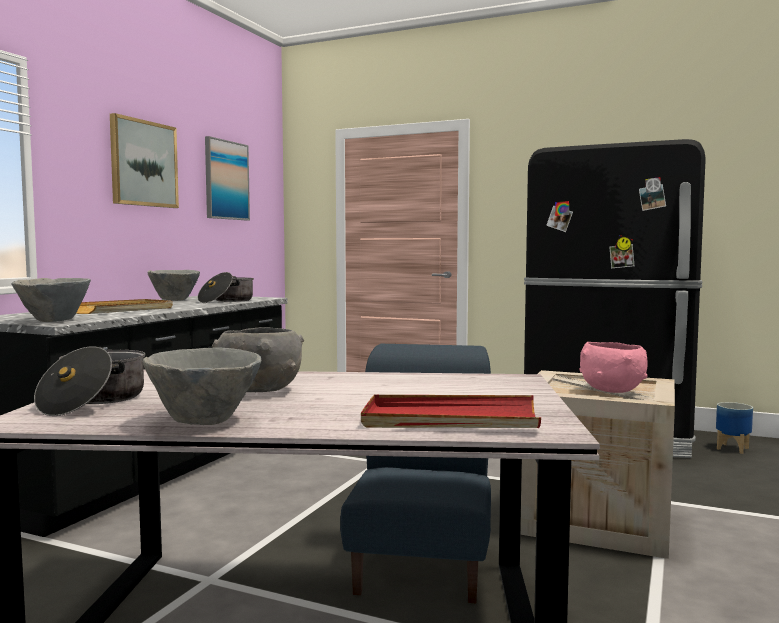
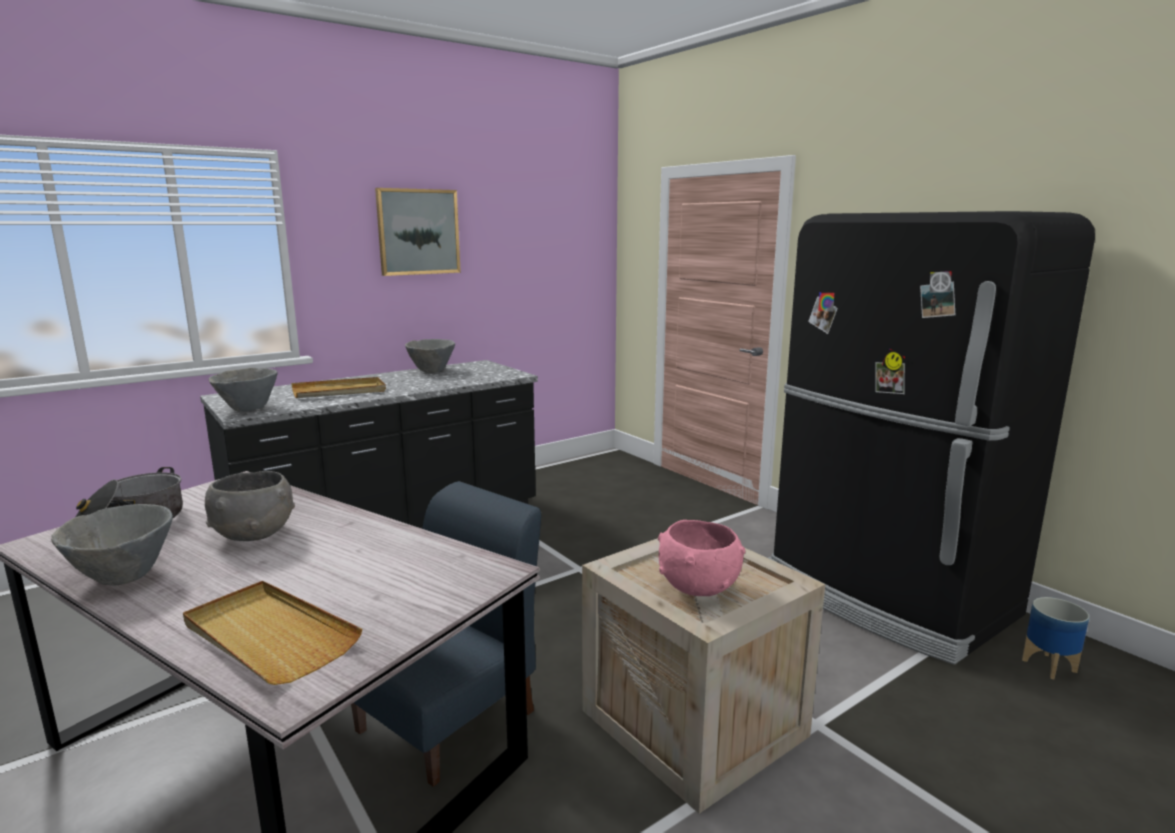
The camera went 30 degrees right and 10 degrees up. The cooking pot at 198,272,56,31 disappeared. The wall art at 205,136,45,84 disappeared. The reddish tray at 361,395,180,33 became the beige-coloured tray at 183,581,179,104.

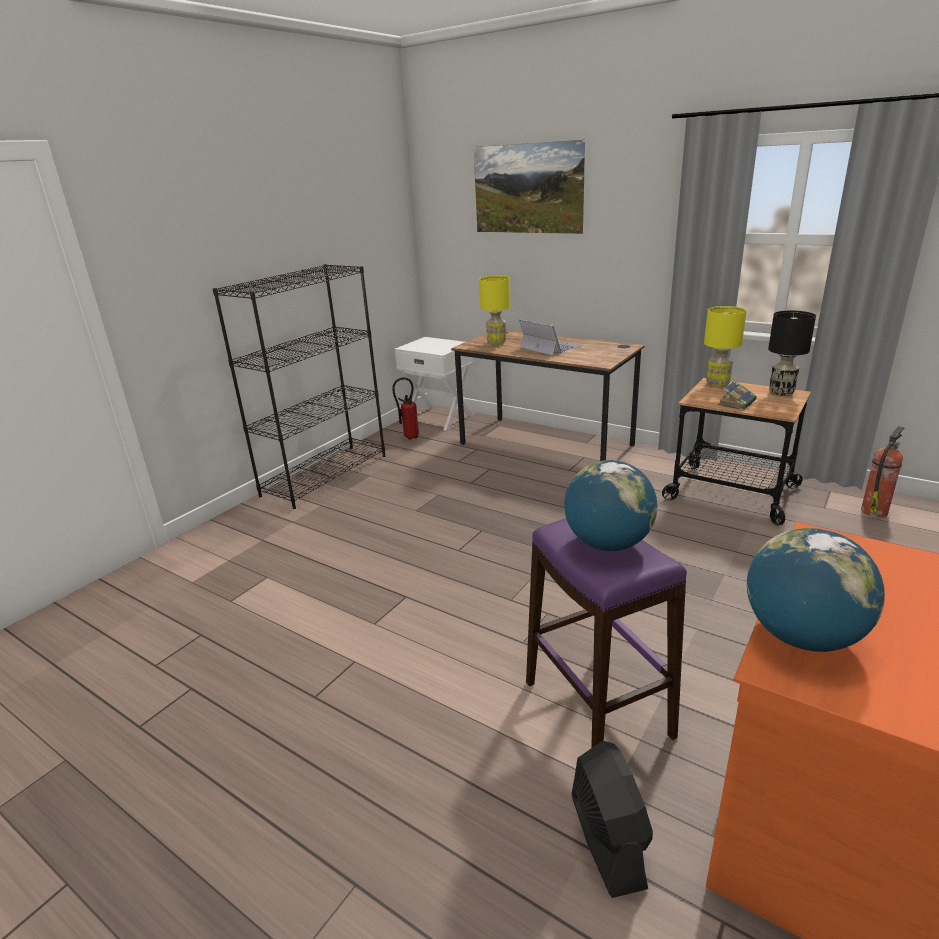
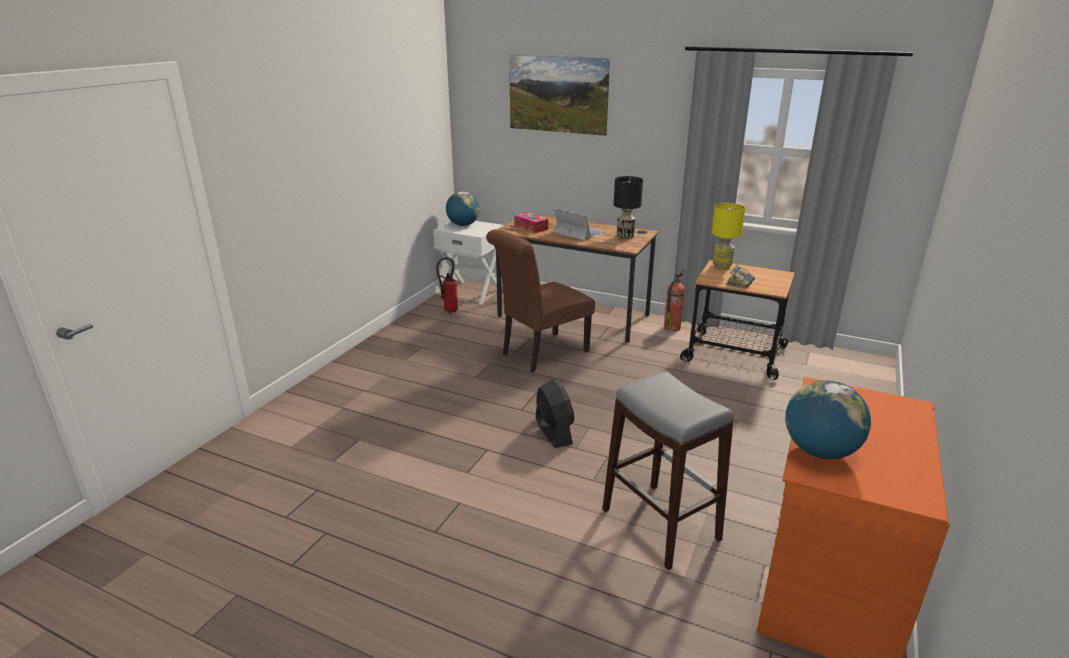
The camera went 10 degrees left and 0 degrees up. The blackish bookcase at 213,264,173,245 disappeared. The yellowish table lamp at 479,276,31,69 was replaced by the box of tissues at 514,212,34,21. The purple-coloured sitting stool at 526,518,161,230 became the greyish sitting stool at 602,372,132,198. The desk globe moved from 564,460,93,91 to 446,191,34,35. The blackish fan moved from 572,741,81,157 to 536,379,38,69. The blackish table lamp moved from 768,311,48,85 to 614,176,29,63. The fire-fighting cylinder moved from 861,426,44,91 to 664,268,21,64. The brown-coloured upright chair at 486,229,109,143 appeared.

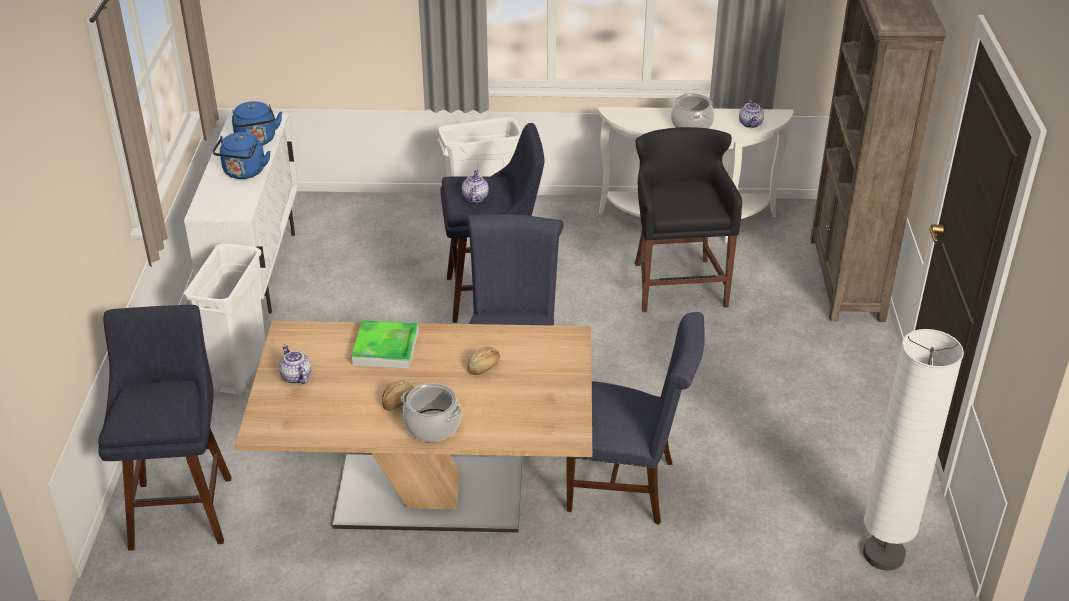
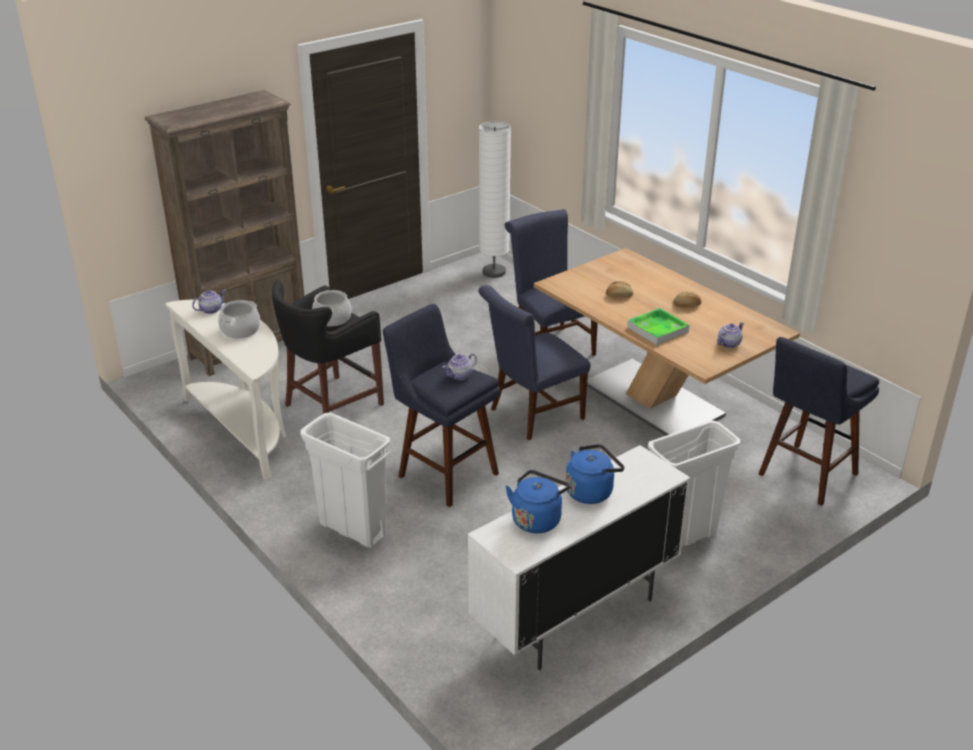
The camera went 130 degrees left and 5 degrees down. The teapot at 279,345,33,39 turned 150 degrees counterclockwise. The cooking pot moved from 401,383,61,59 to 312,290,40,36.

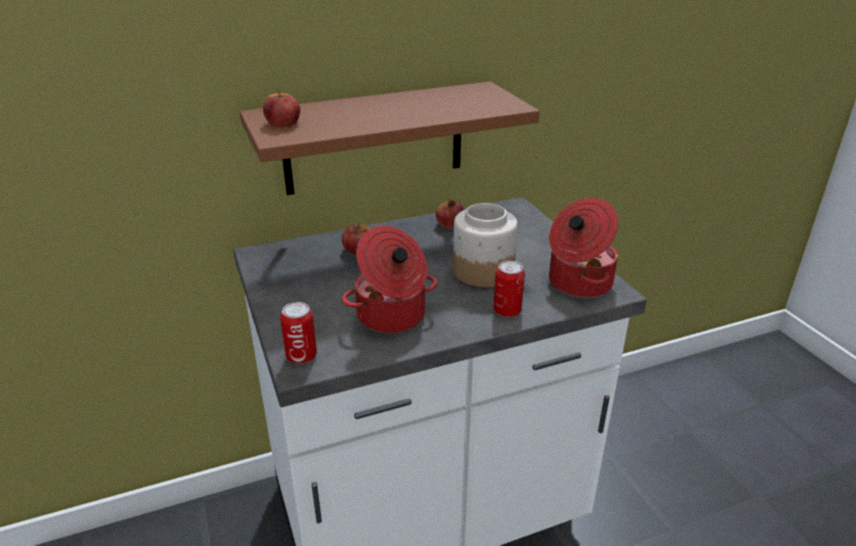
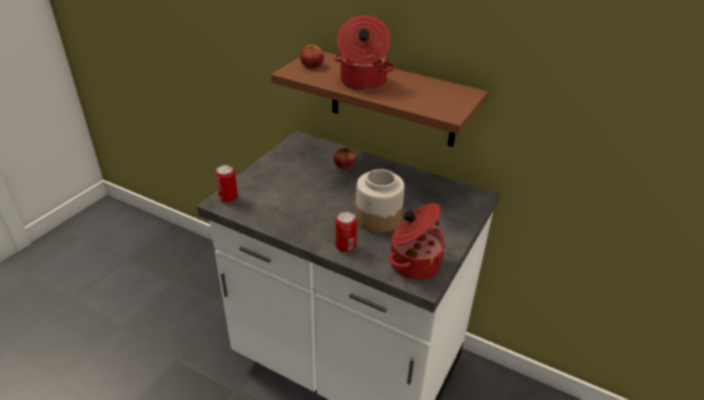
The camera went 50 degrees right and 5 degrees up. The cooking pot moved from 342,226,95,108 to 333,15,63,75. The apple fruit at 436,199,29,29 disappeared.

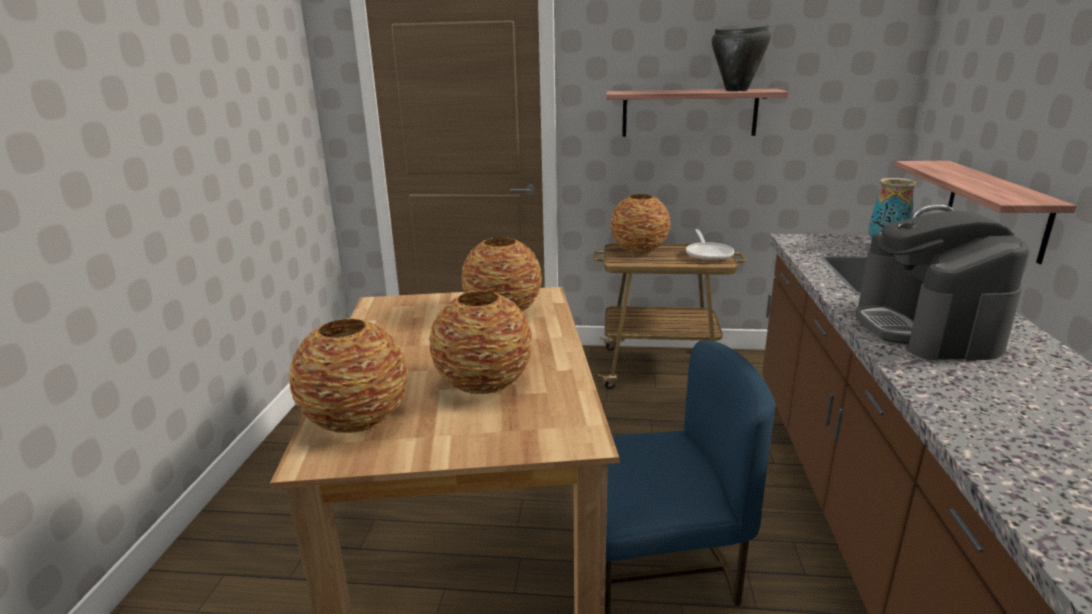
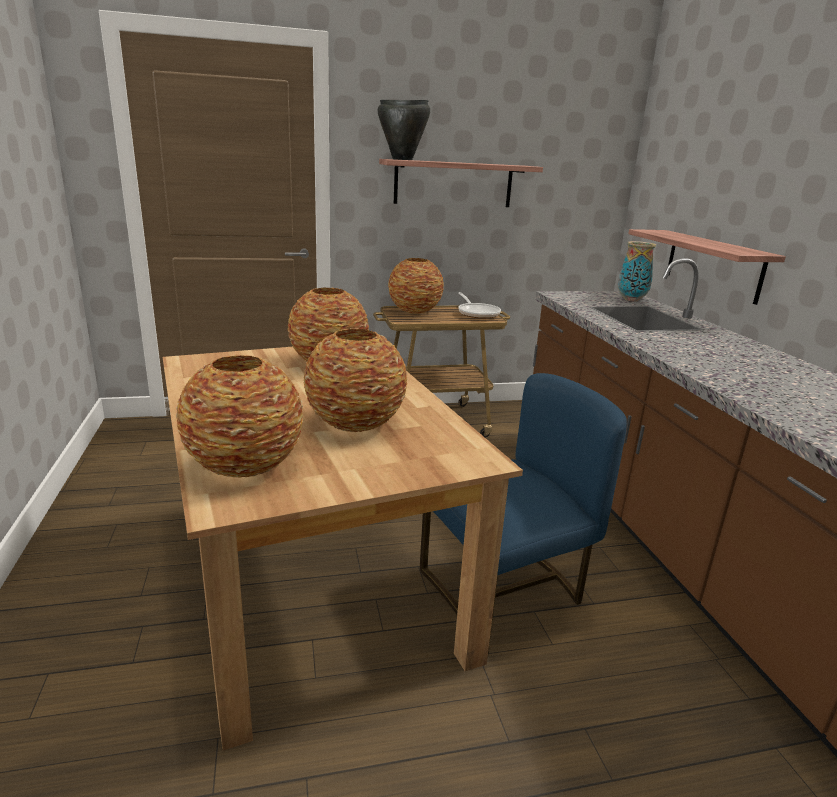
The camera went 20 degrees left and 0 degrees up. The blackish cooking pot moved from 712,26,59,65 to 378,100,52,60. The coffee maker at 855,211,174,149 disappeared.

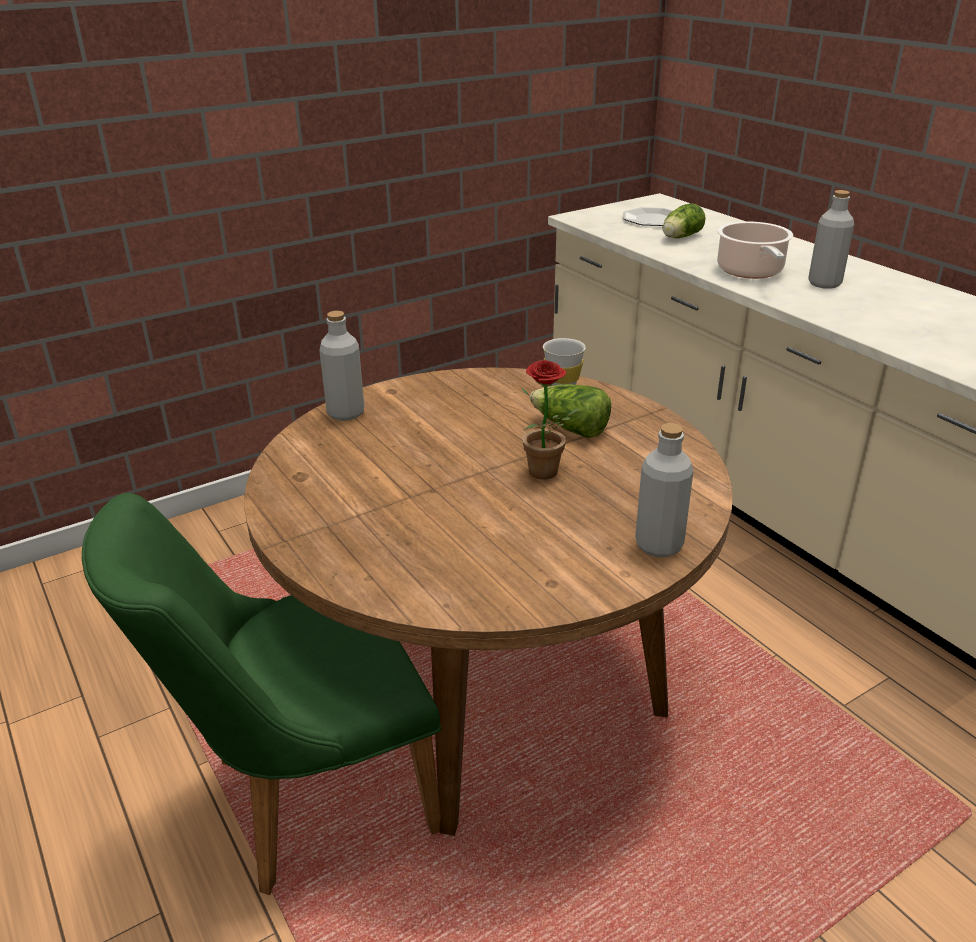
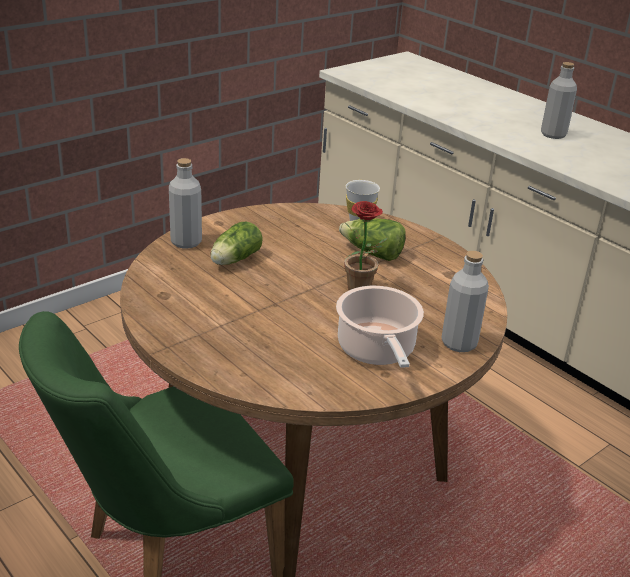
The camera went 10 degrees left and 0 degrees up. The plate at 623,207,51,19 disappeared. The head of lettuce moved from 663,203,43,35 to 210,222,53,43. The cooking pot moved from 717,221,76,58 to 336,286,88,82.

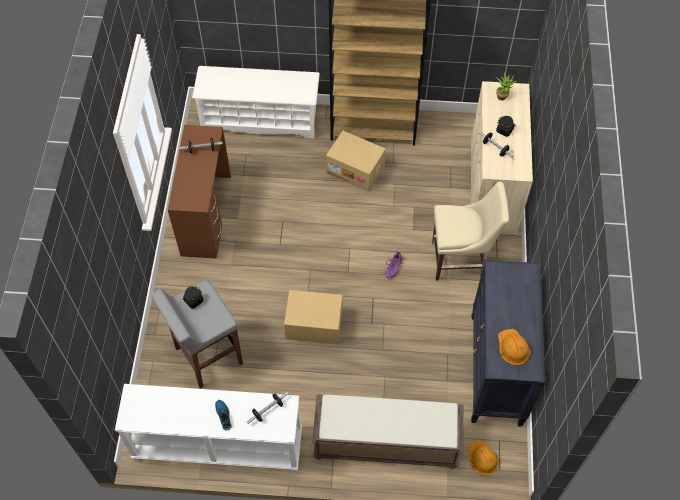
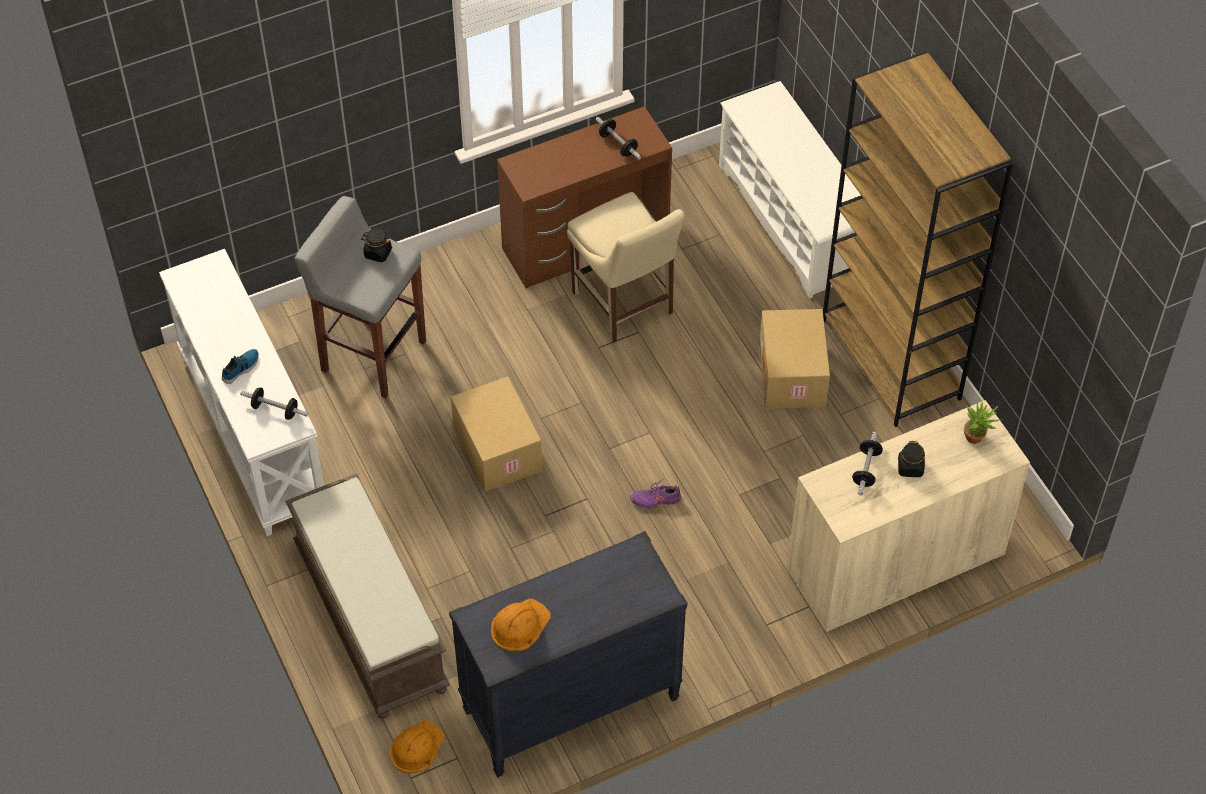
The camera went 60 degrees right and 5 degrees down. The beige-coloured upright chair moved from 432,182,77,99 to 567,192,118,151.

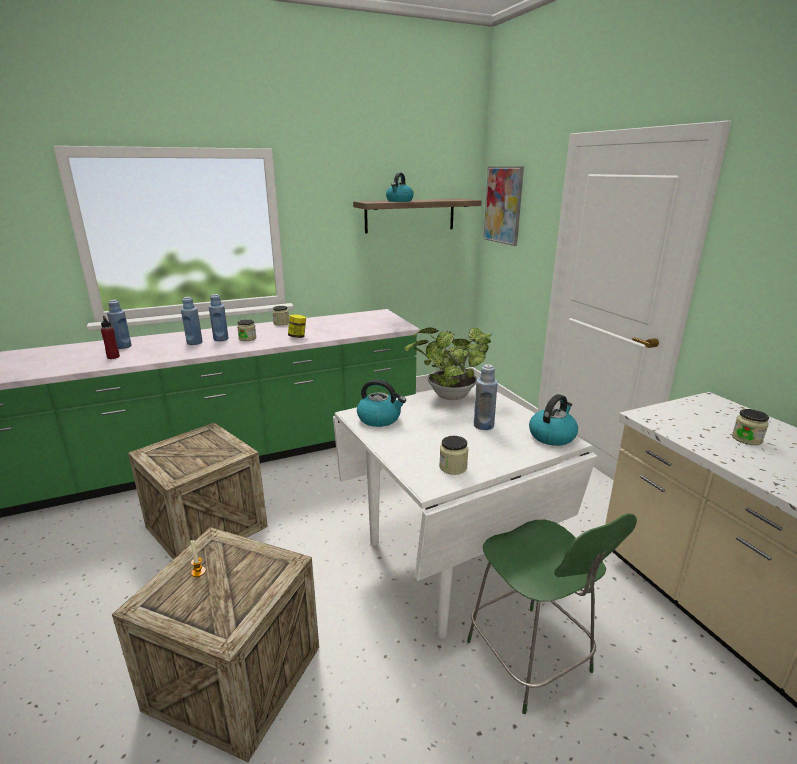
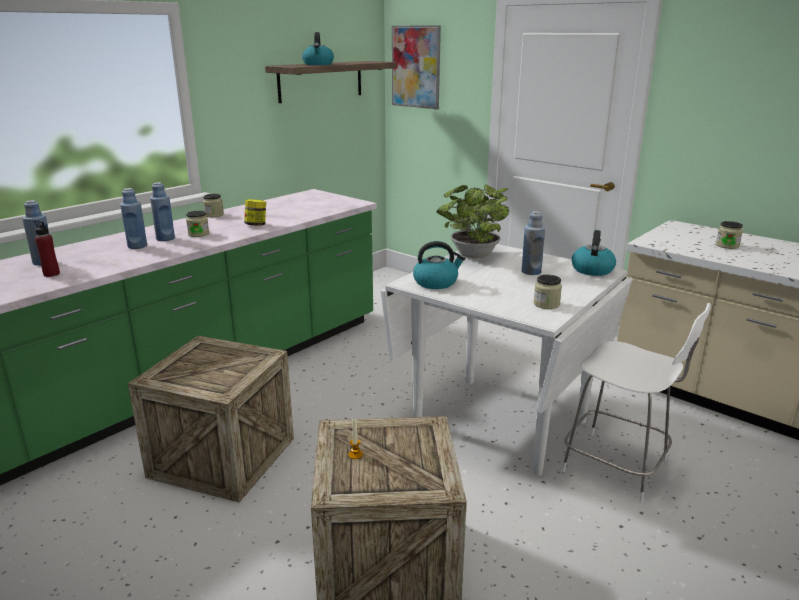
The camera went 25 degrees left and 0 degrees up. The greenish upright chair at 467,513,170,201 became the white upright chair at 561,303,150,200.

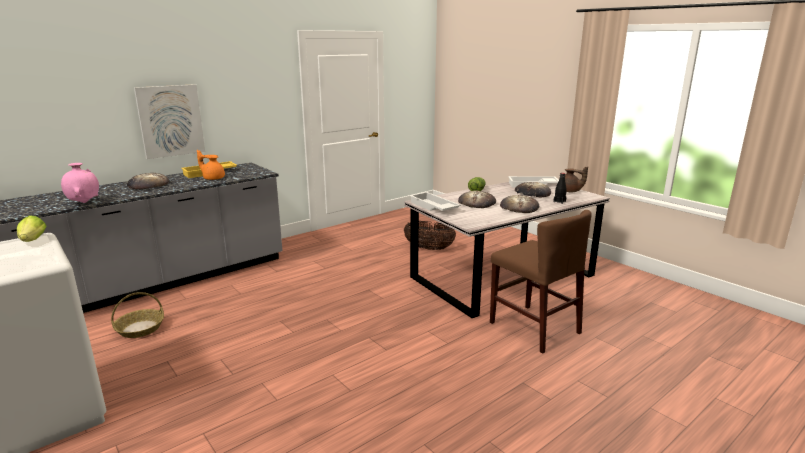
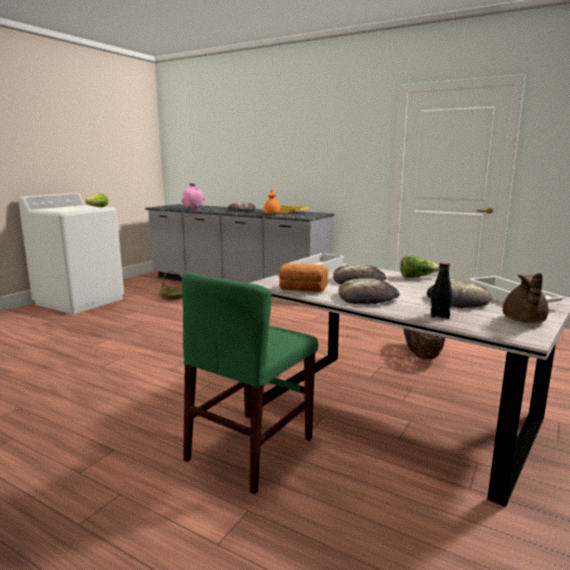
The camera went 70 degrees right and 5 degrees down. The wall art at 134,84,71,75 disappeared. The brown-coloured upright chair at 490,210,102,143 became the greenish upright chair at 182,272,136,222. The bakery bread at 279,263,49,29 appeared.

